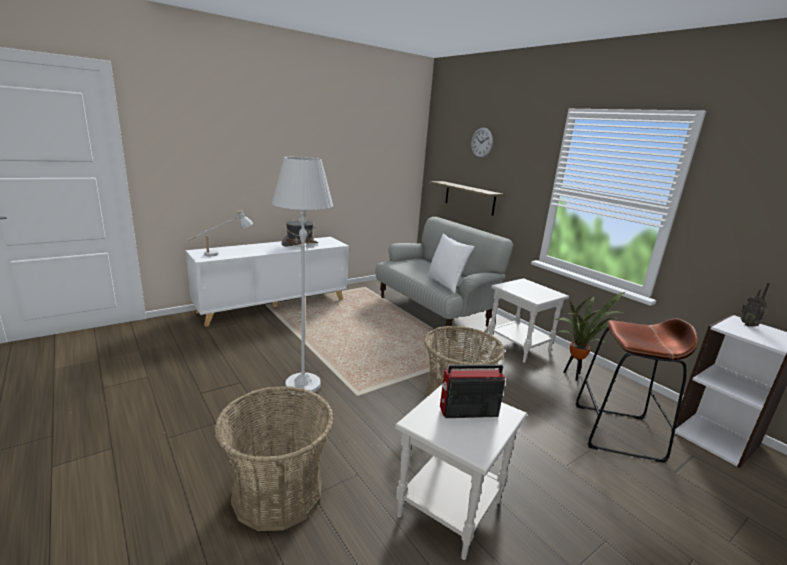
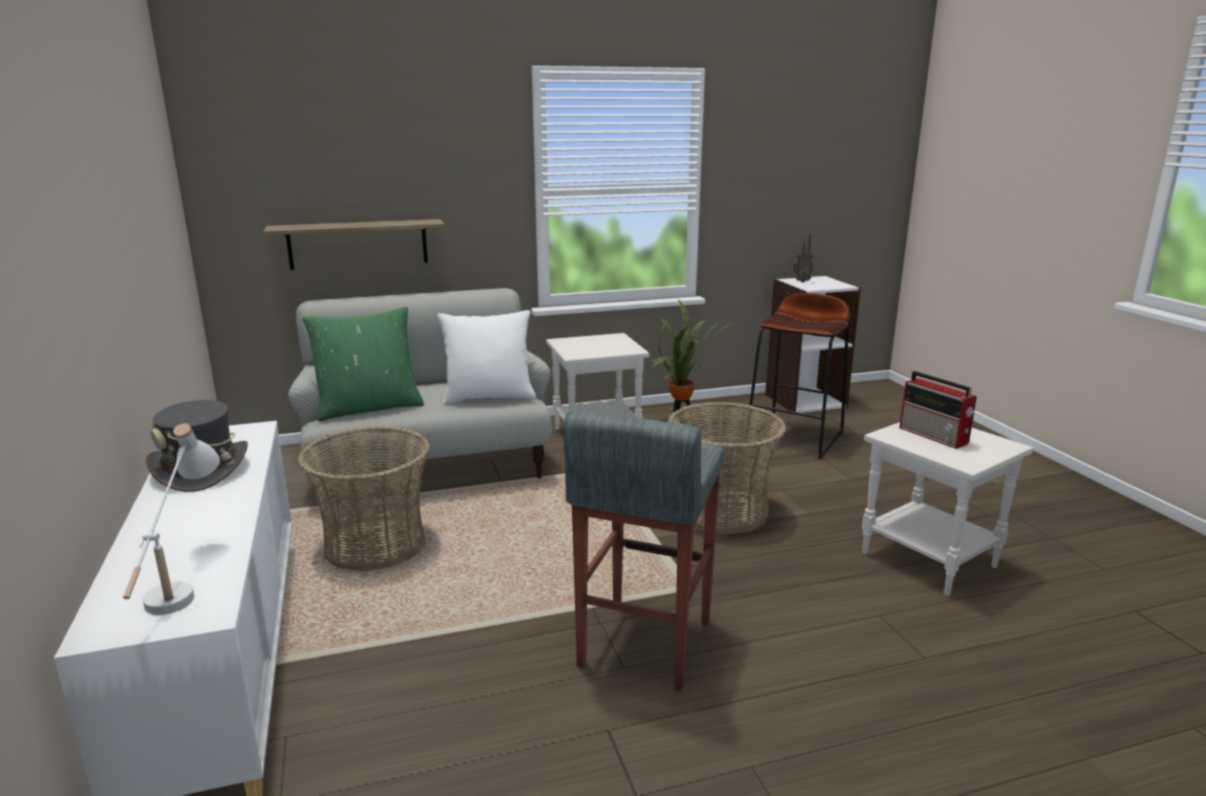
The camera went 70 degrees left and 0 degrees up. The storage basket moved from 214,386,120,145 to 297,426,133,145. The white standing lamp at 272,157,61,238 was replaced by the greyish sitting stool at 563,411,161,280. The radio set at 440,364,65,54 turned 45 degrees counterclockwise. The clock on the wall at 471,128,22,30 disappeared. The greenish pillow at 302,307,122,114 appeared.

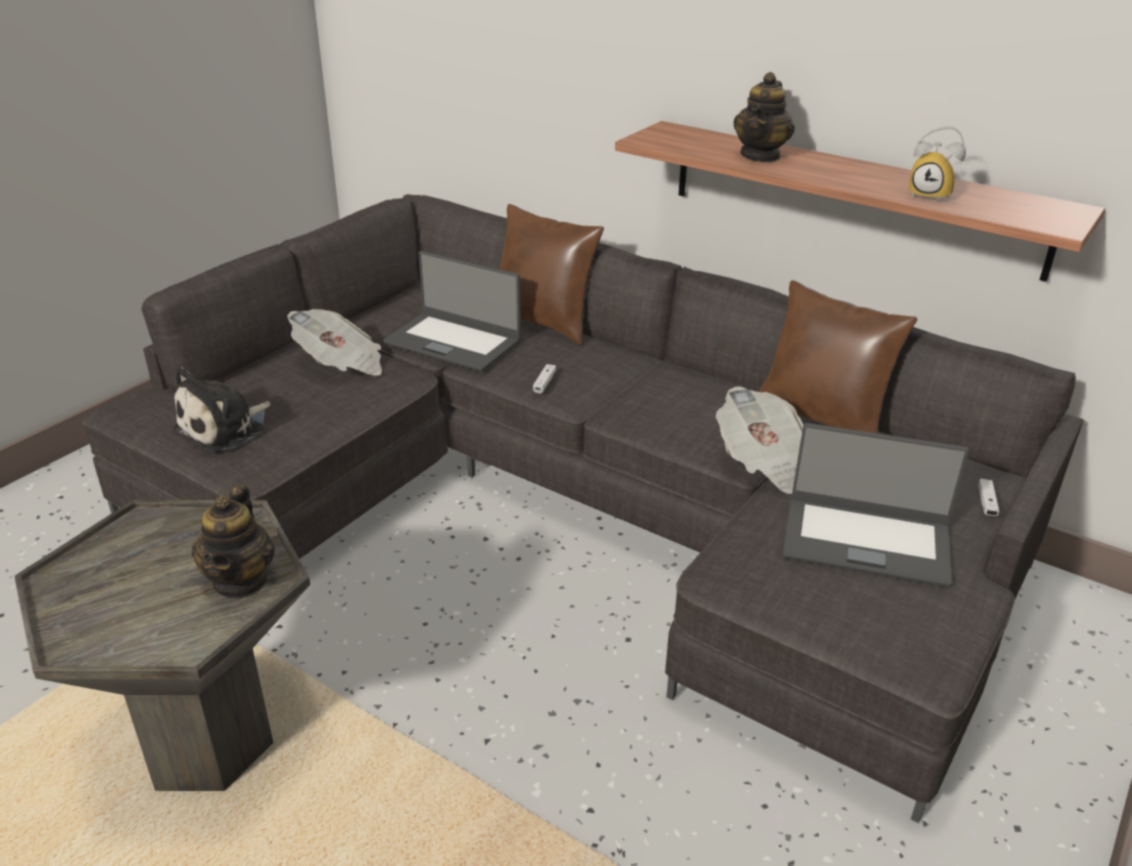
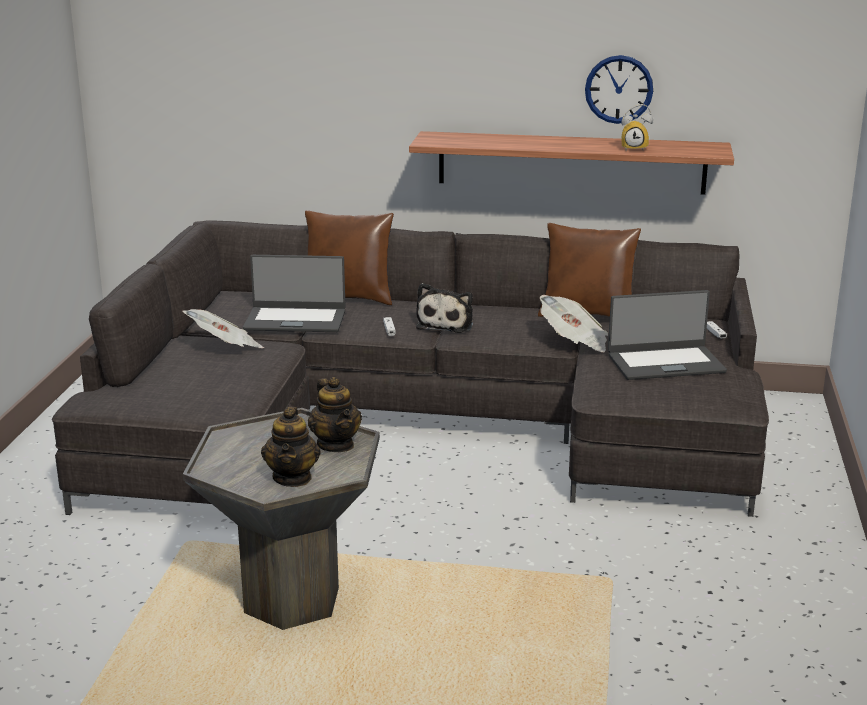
The camera went 25 degrees left and 10 degrees down. The cuddly toy moved from 174,367,97,85 to 416,283,57,50. The teapot moved from 733,72,62,90 to 261,407,60,80. The clock on the wall at 585,55,68,69 appeared.

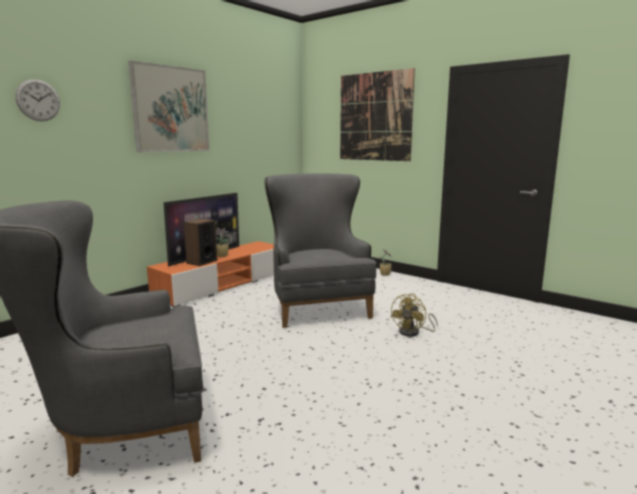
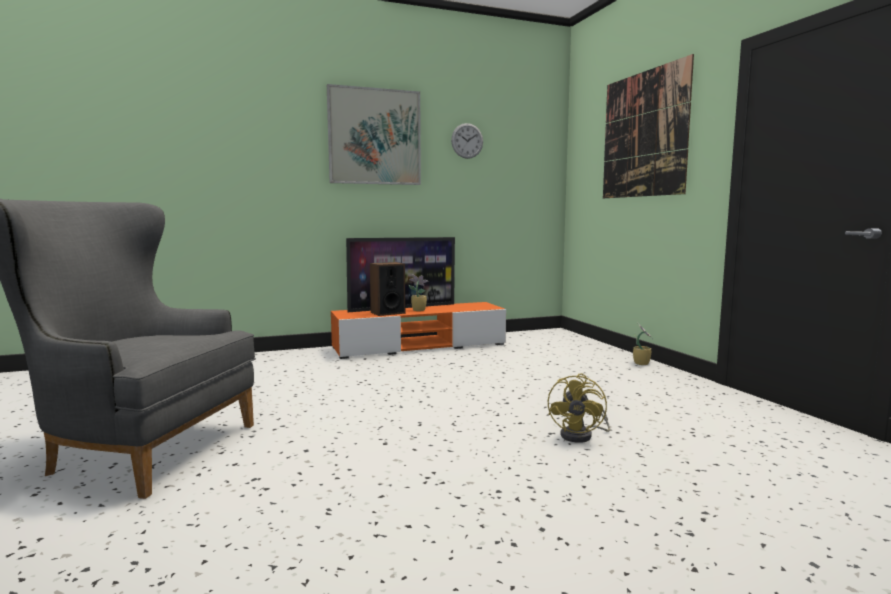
The camera went 30 degrees right and 5 degrees down. The clock on the wall moved from 16,79,44,42 to 451,123,32,36. The greyish armchair at 264,173,112,155 disappeared. The yellowish fan at 391,293,47,44 turned 45 degrees counterclockwise.

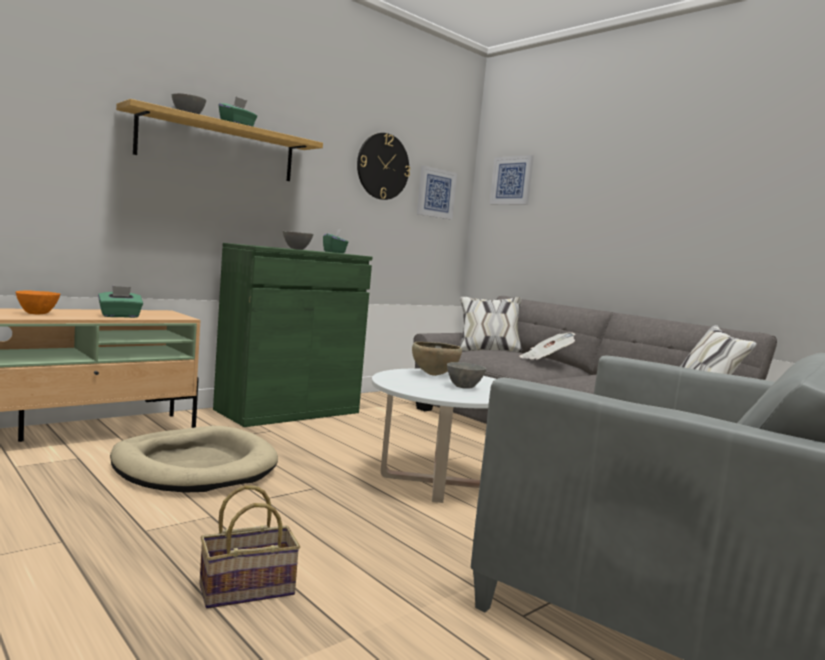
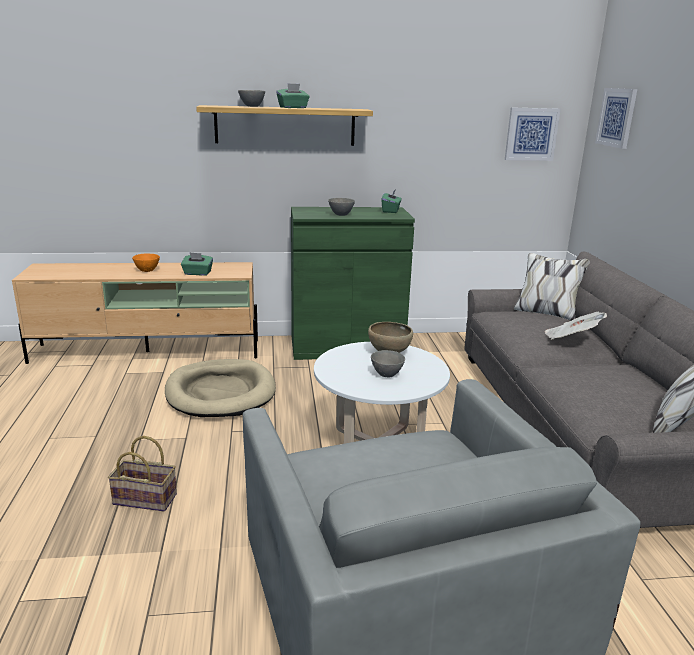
The camera went 35 degrees right and 15 degrees up. The clock on the wall at 357,133,53,67 disappeared.

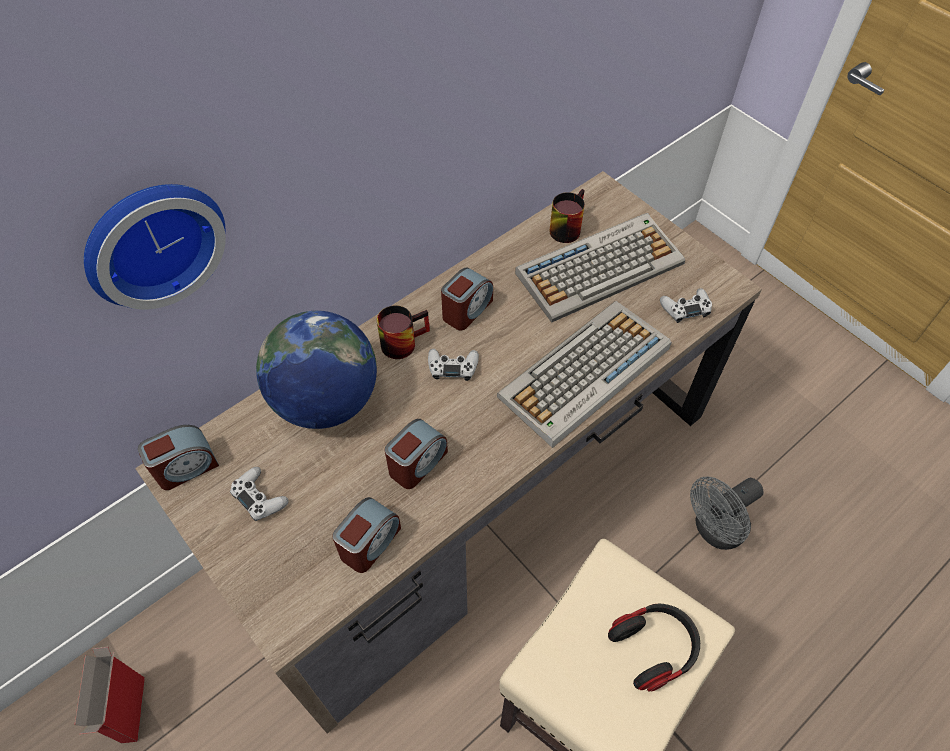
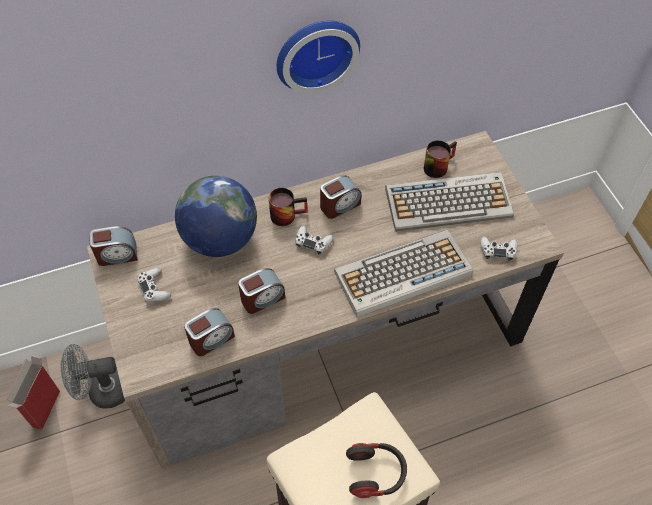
The camera went 20 degrees right and 0 degrees up. The clock on the wall moved from 84,184,142,126 to 277,20,83,74. The greyish fan moved from 690,477,73,73 to 60,344,65,65.

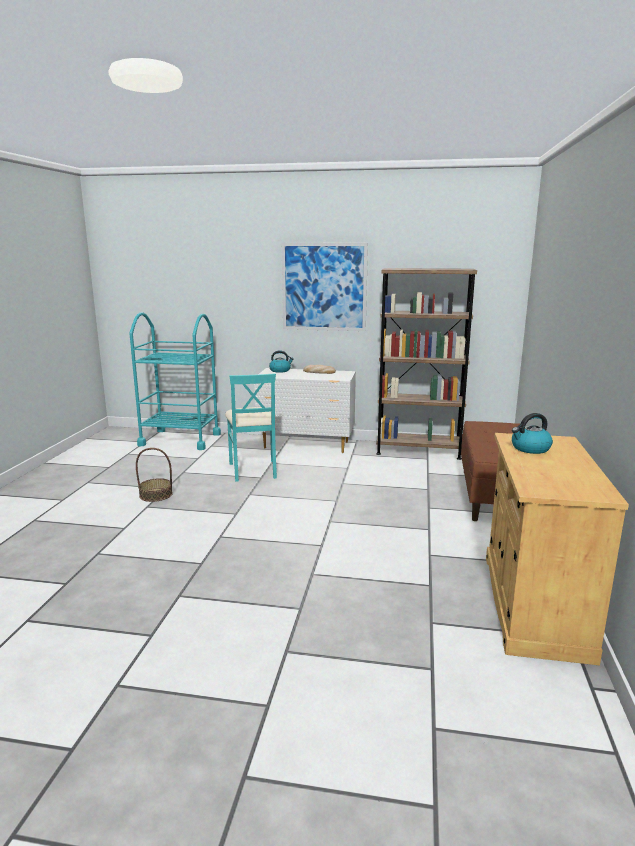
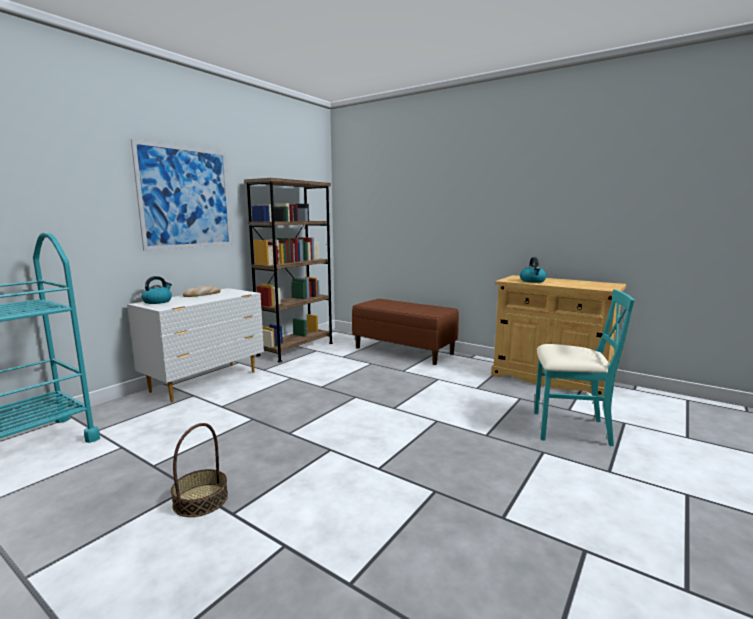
The camera went 65 degrees left and 5 degrees down. The blue-green upright chair moved from 225,373,52,109 to 534,289,101,157.

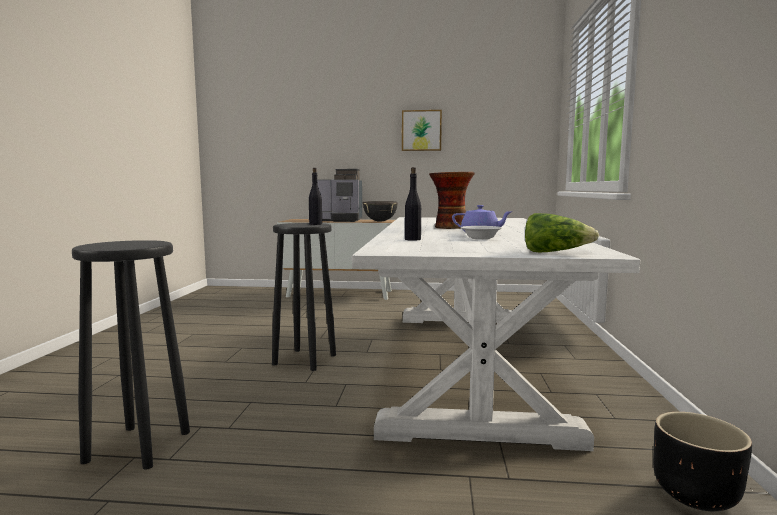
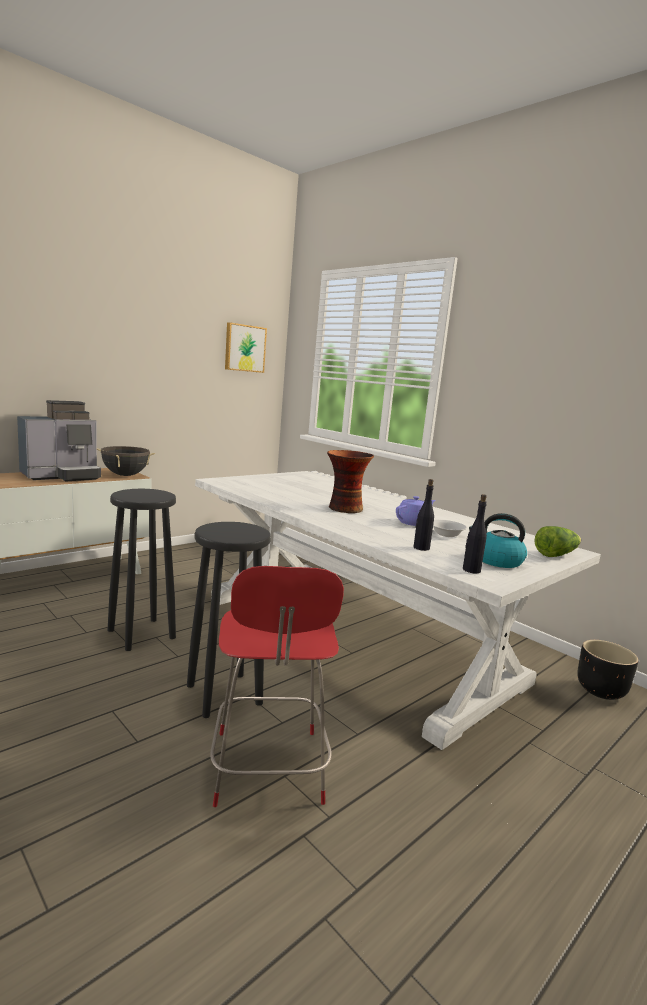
The camera went 50 degrees left and 5 degrees up. The blackish sitting stool moved from 72,240,118,229 to 107,489,69,162. The blackish drink bottle moved from 309,168,13,57 to 463,494,24,80. The wall art moved from 402,110,40,41 to 225,322,42,51. The reddish upright chair at 210,566,134,241 appeared. The kettle at 469,513,58,55 appeared.

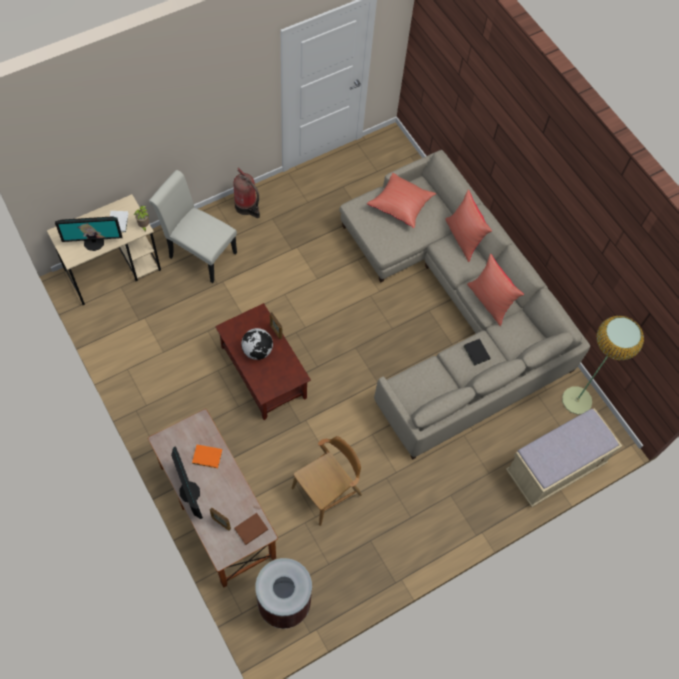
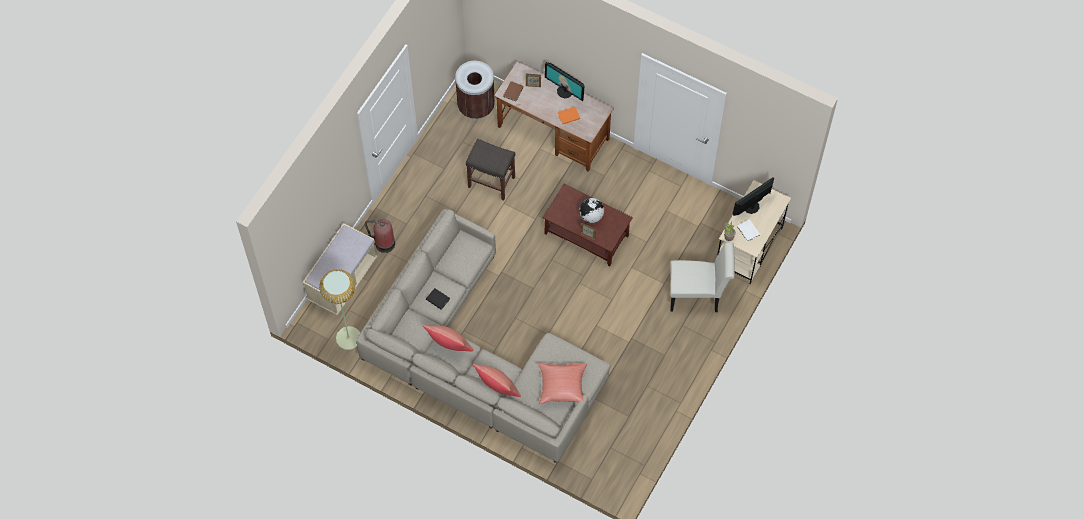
The camera went 155 degrees right and 0 degrees up. The fire-fighting cylinder moved from 234,168,26,50 to 365,219,30,34. The brown-coloured upright chair at 292,436,70,90 was replaced by the greyish sitting stool at 466,139,49,62.

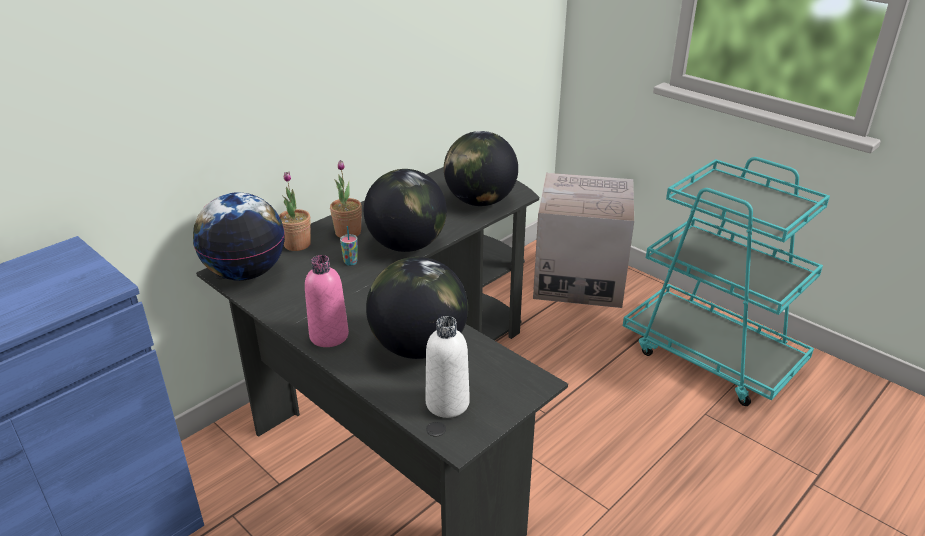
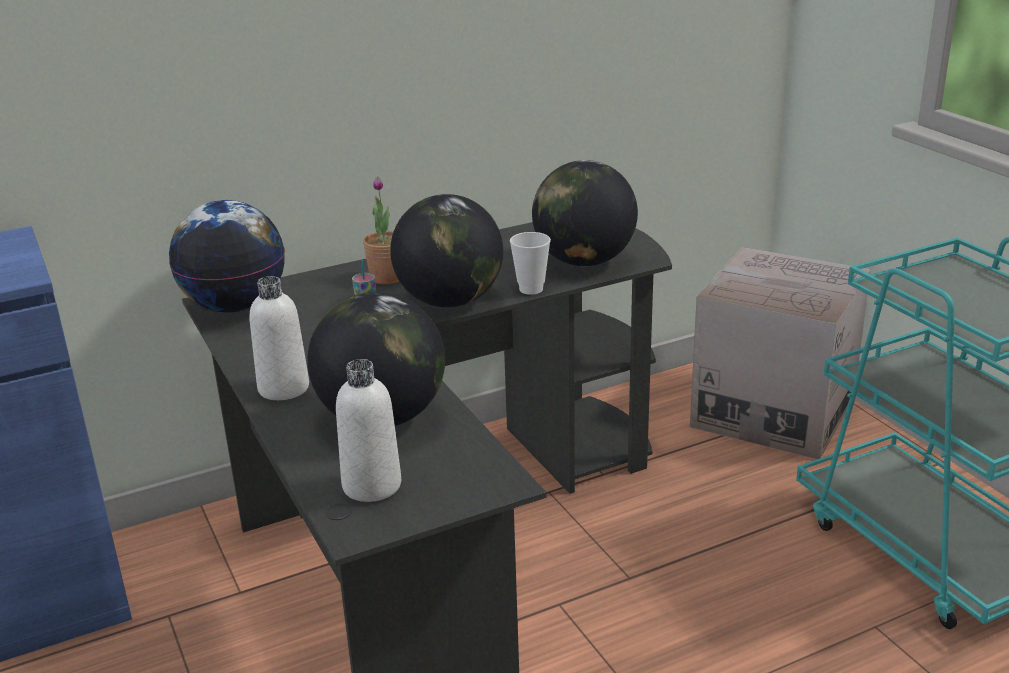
The camera went 20 degrees right and 5 degrees down. The plant in a pot at 279,172,32,79 disappeared. The pinkish drink bottle at 305,255,44,92 became the white drink bottle at 250,276,59,124. The cup at 510,232,41,63 appeared.

